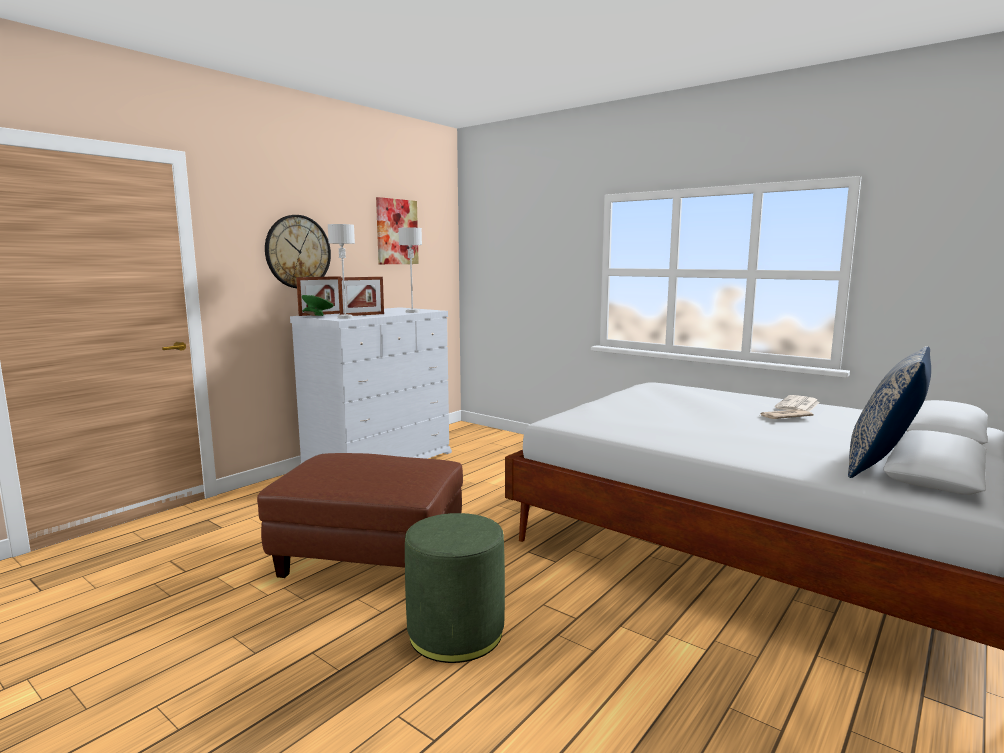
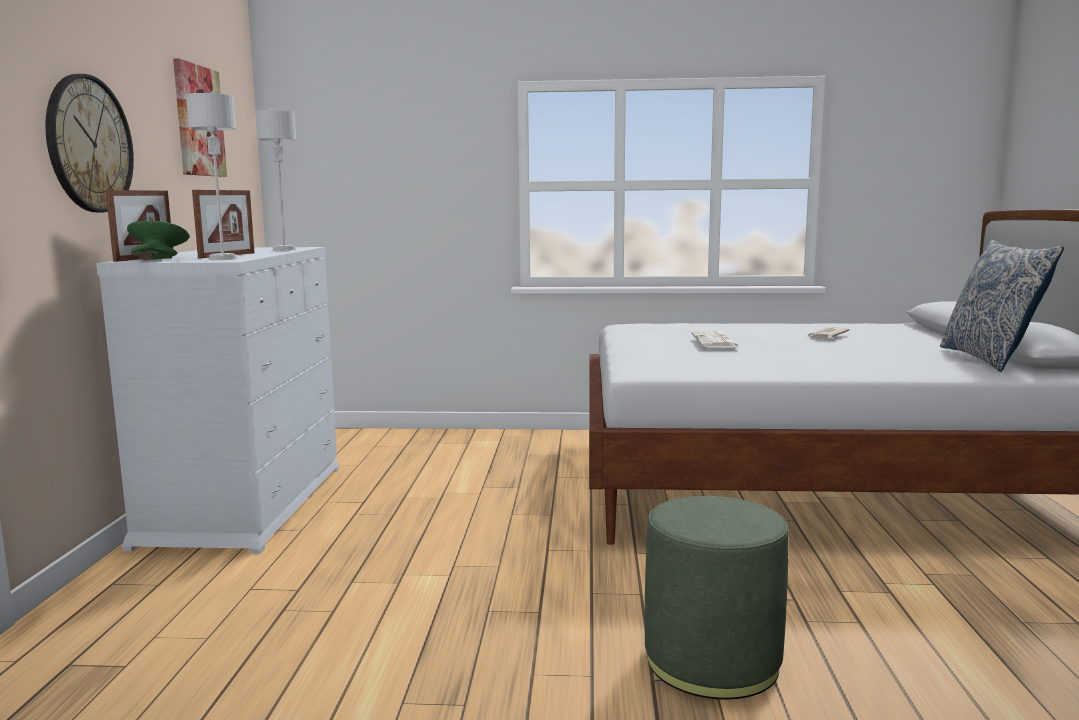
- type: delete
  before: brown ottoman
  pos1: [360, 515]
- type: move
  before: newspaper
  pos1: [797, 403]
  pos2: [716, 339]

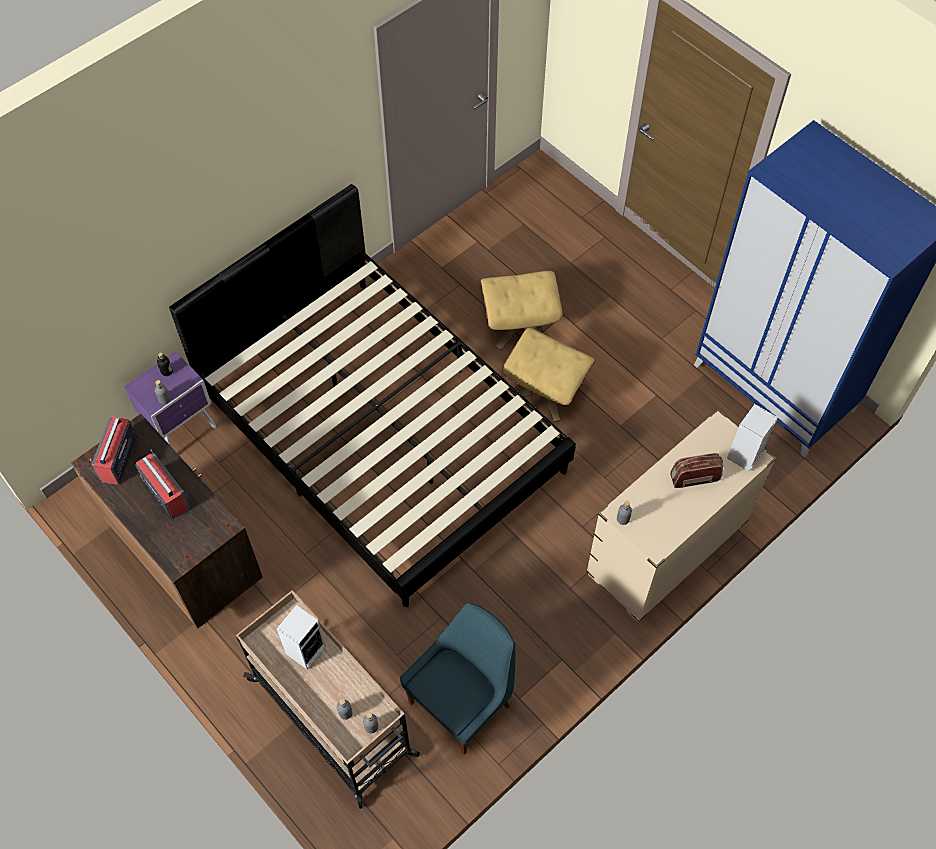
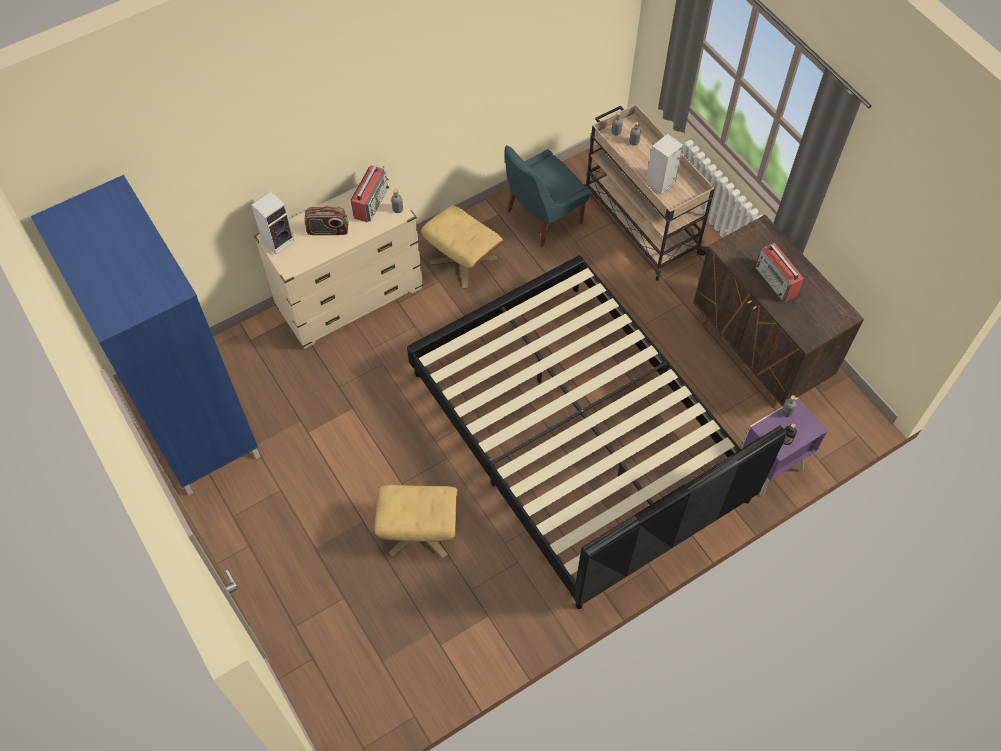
- type: move
  before: radio
  pos1: [113, 451]
  pos2: [370, 194]
- type: move
  before: beige ottoman
  pos1: [548, 375]
  pos2: [462, 247]

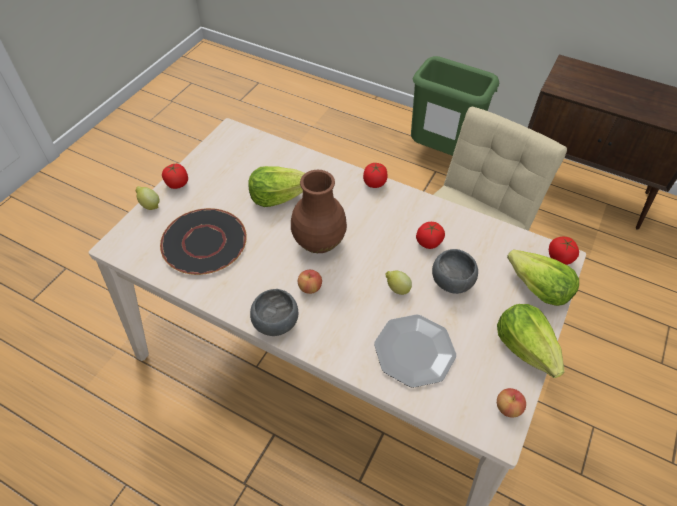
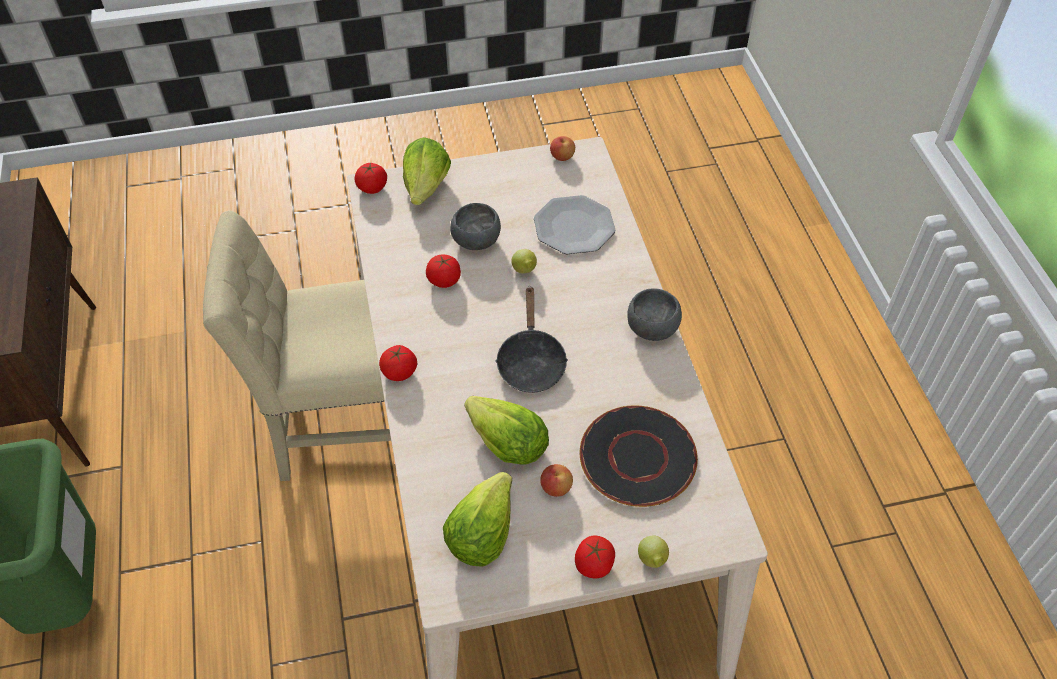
- type: replace
  before: brown vase
  after: black frying pan
  pos1: [319, 211]
  pos2: [531, 339]
- type: move
  before: apple
  pos1: [310, 282]
  pos2: [556, 480]
- type: move
  before: lettuce
  pos1: [530, 341]
  pos2: [477, 519]

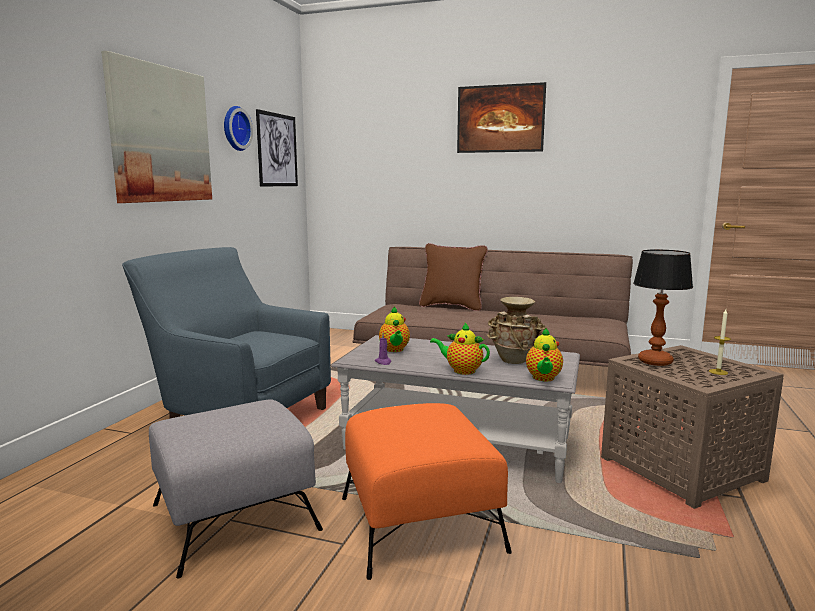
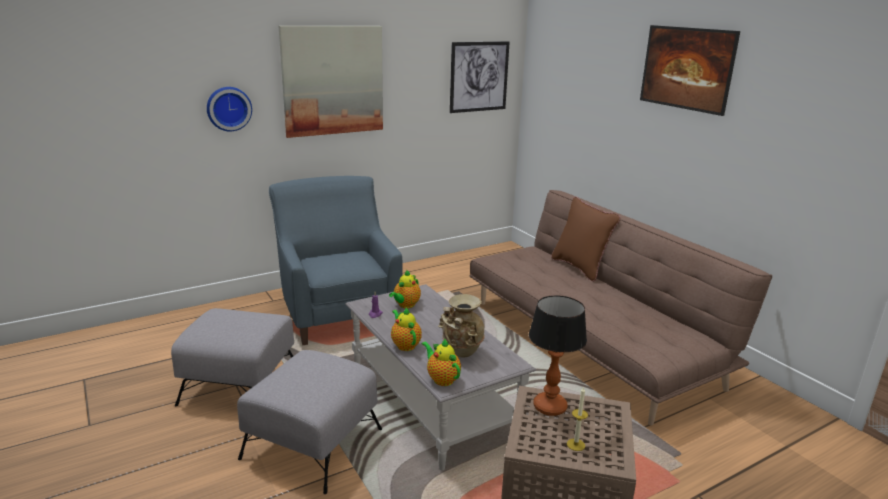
- type: move
  before: wall clock
  pos1: [238, 128]
  pos2: [229, 109]
- type: recolor
  before: orange ottoman
  after: grey ottoman
  pos1: [427, 491]
  pos2: [309, 422]
- type: rotate
  before: teapot
  pos1: [544, 354]
  pos2: [441, 362]
  turn: 90

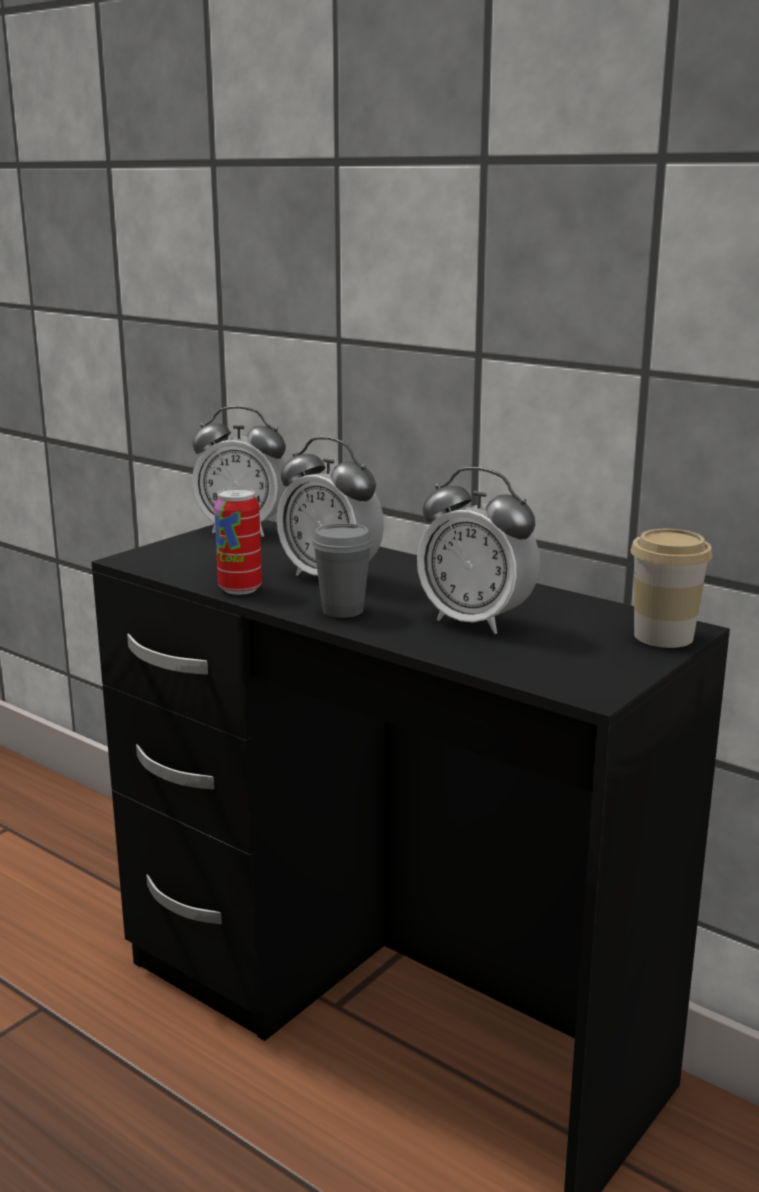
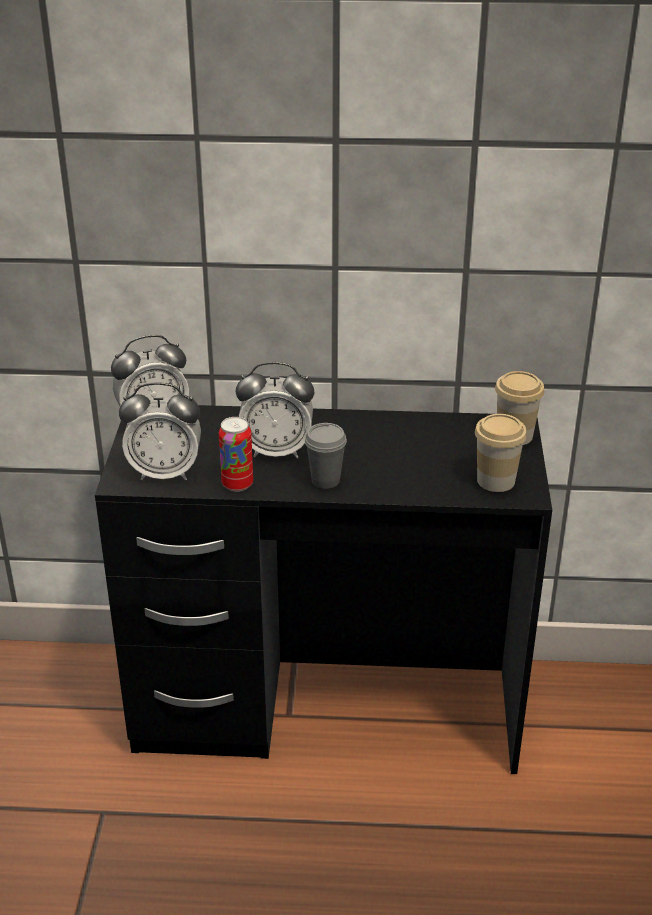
- type: move
  before: alarm clock
  pos1: [478, 550]
  pos2: [160, 431]
- type: insert
  after: cup
  pos2: [501, 453]

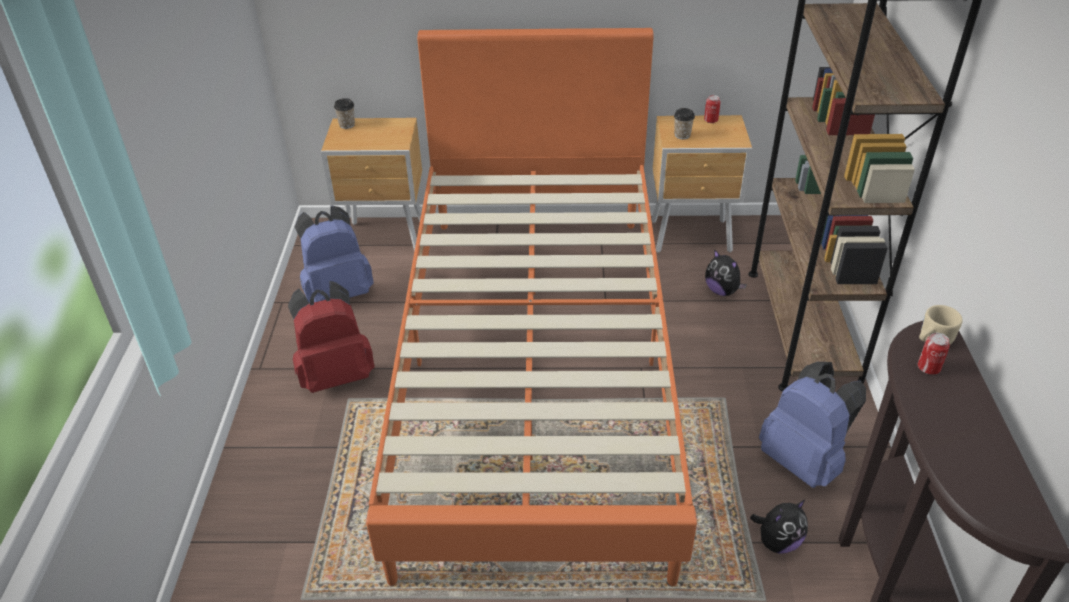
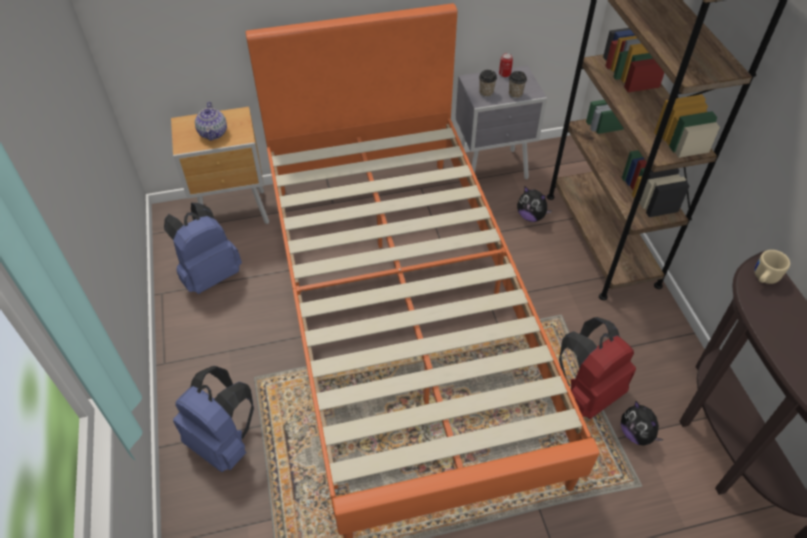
- type: move
  before: red backpack
  pos1: [331, 337]
  pos2: [597, 368]
- type: move
  before: cup
  pos1: [344, 113]
  pos2: [518, 84]
- type: recolor
  before: brown nightstand
  after: grey nightstand
  pos1: [701, 184]
  pos2: [501, 122]
- type: rotate
  before: plush toy
  pos1: [779, 527]
  pos2: [642, 423]
  turn: 105
- type: move
  before: blue backpack
  pos1: [812, 425]
  pos2: [213, 419]
- type: delete
  before: can
  pos1: [934, 354]
- type: insert
  after: teapot
  pos2: [211, 121]

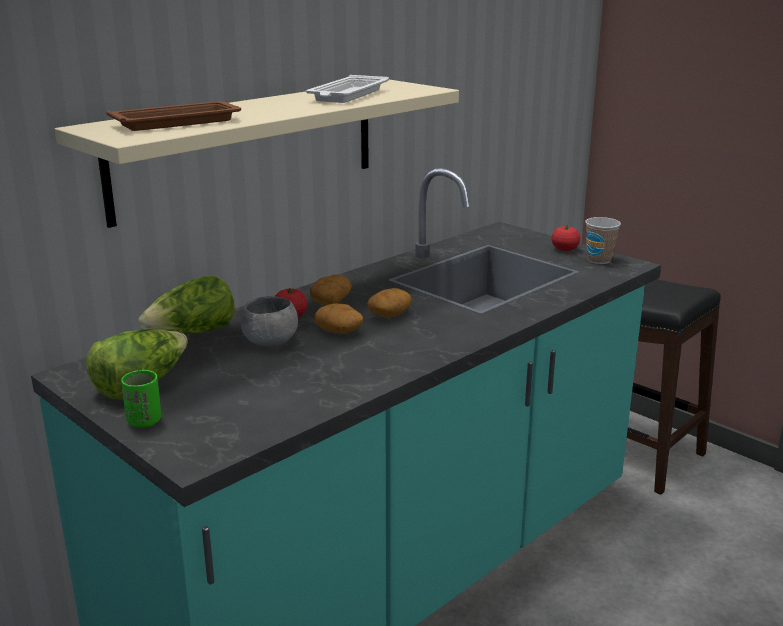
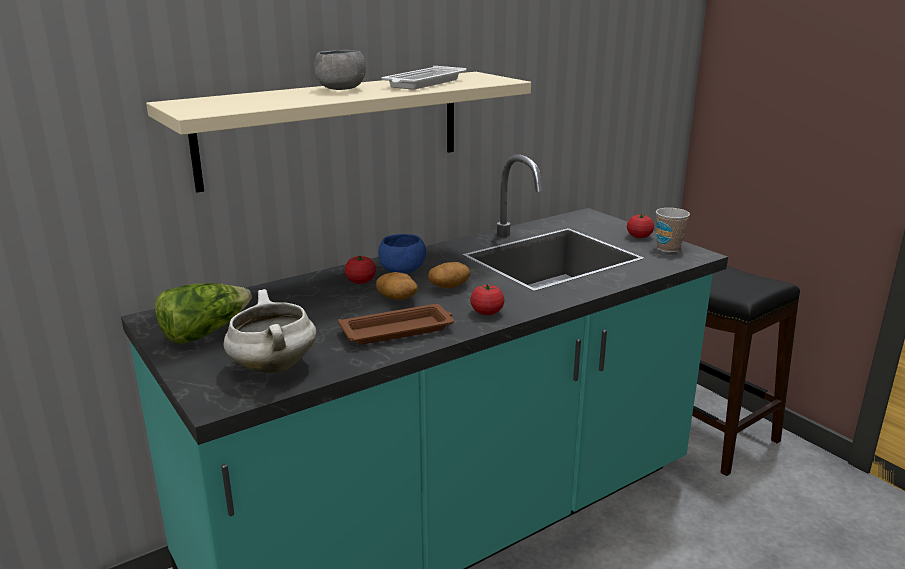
- type: move
  before: brown tray
  pos1: [173, 116]
  pos2: [396, 324]
- type: delete
  before: green cup
  pos1: [141, 399]
- type: delete
  before: lettuce
  pos1: [187, 304]
- type: move
  before: grey bowl
  pos1: [269, 321]
  pos2: [340, 70]
- type: replace
  before: potato
  after: blue bowl
  pos1: [331, 290]
  pos2: [402, 254]
- type: insert
  after: white cooking pot
  pos2: [270, 331]
- type: insert
  after: tomato
  pos2: [487, 299]

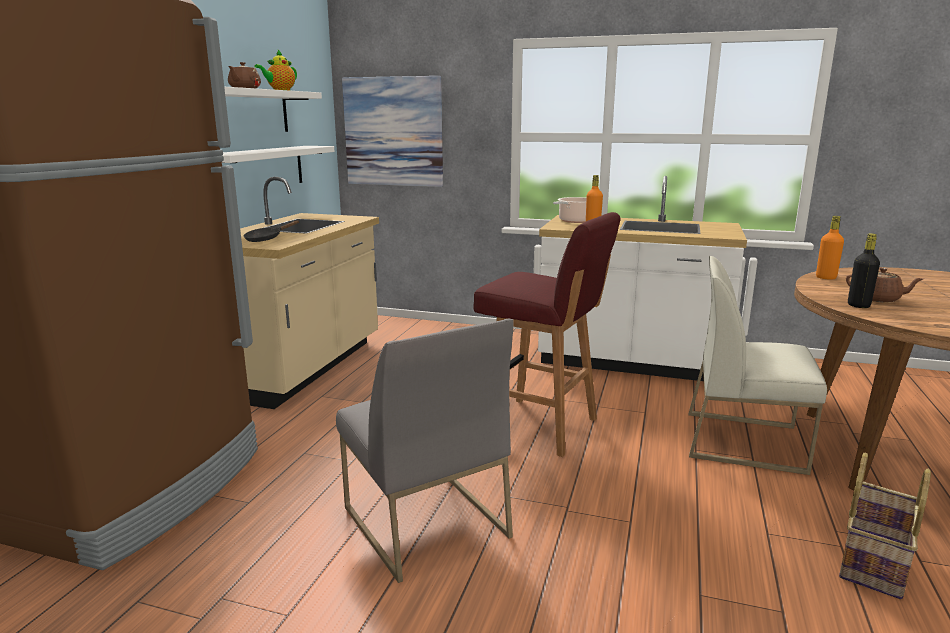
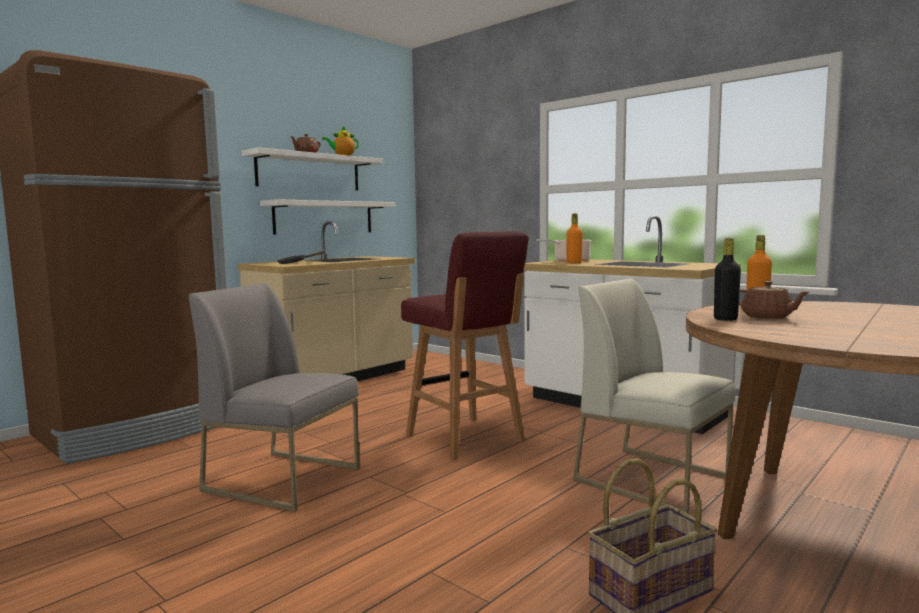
- type: rotate
  before: grey chair
  pos1: [425, 451]
  pos2: [274, 397]
  turn: 120
- type: delete
  before: picture
  pos1: [392, 131]

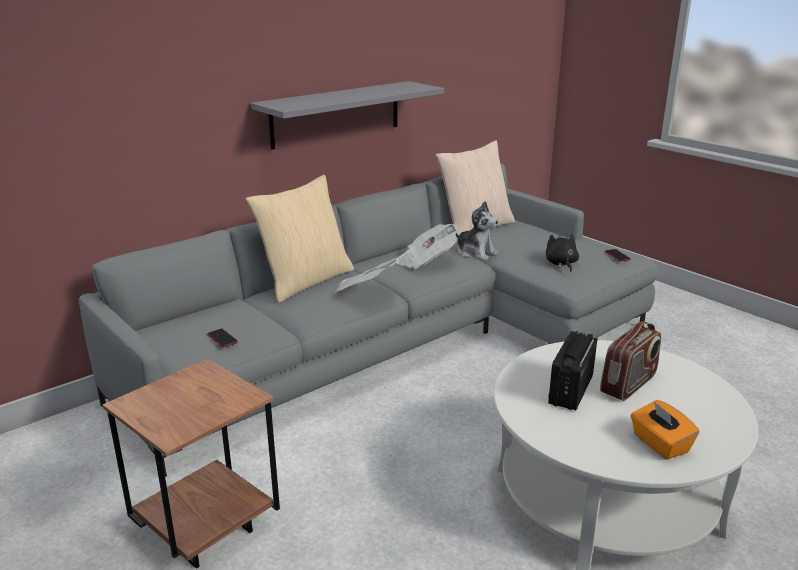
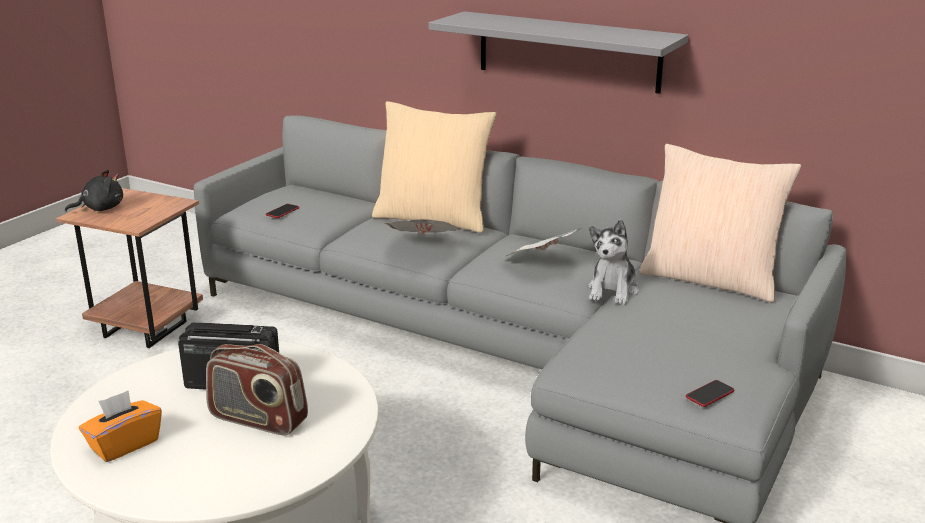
- type: move
  before: black plush toy
  pos1: [562, 252]
  pos2: [94, 191]

